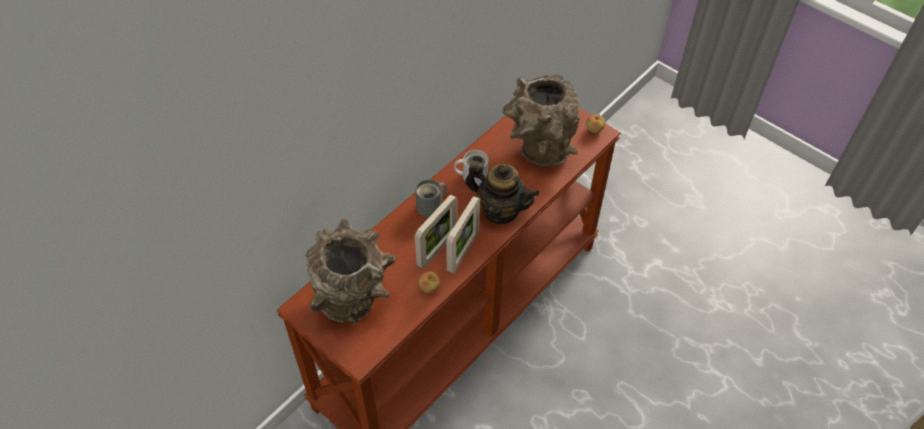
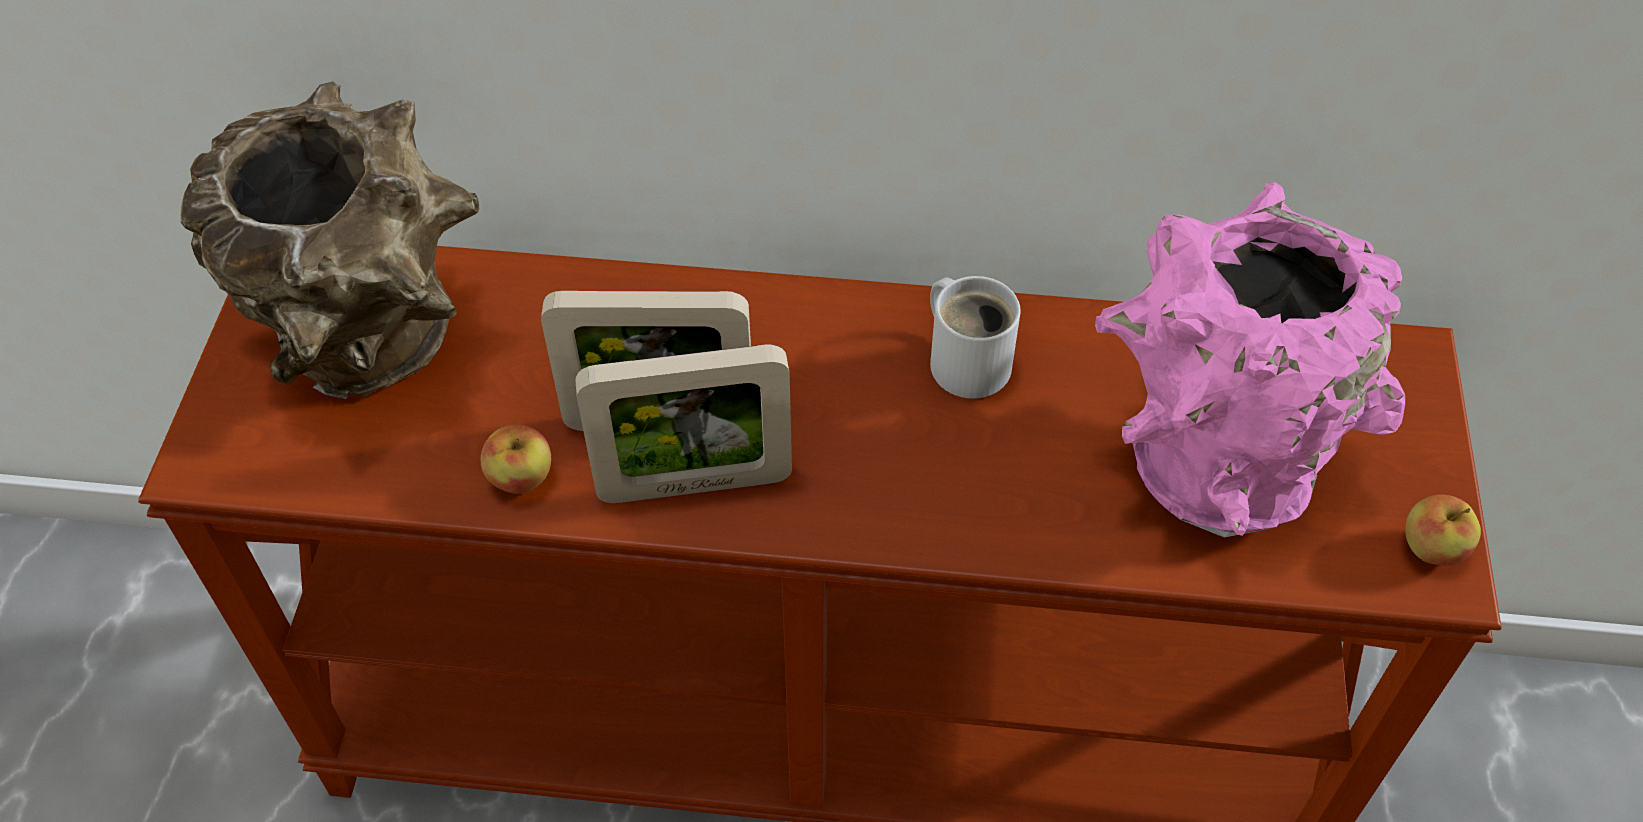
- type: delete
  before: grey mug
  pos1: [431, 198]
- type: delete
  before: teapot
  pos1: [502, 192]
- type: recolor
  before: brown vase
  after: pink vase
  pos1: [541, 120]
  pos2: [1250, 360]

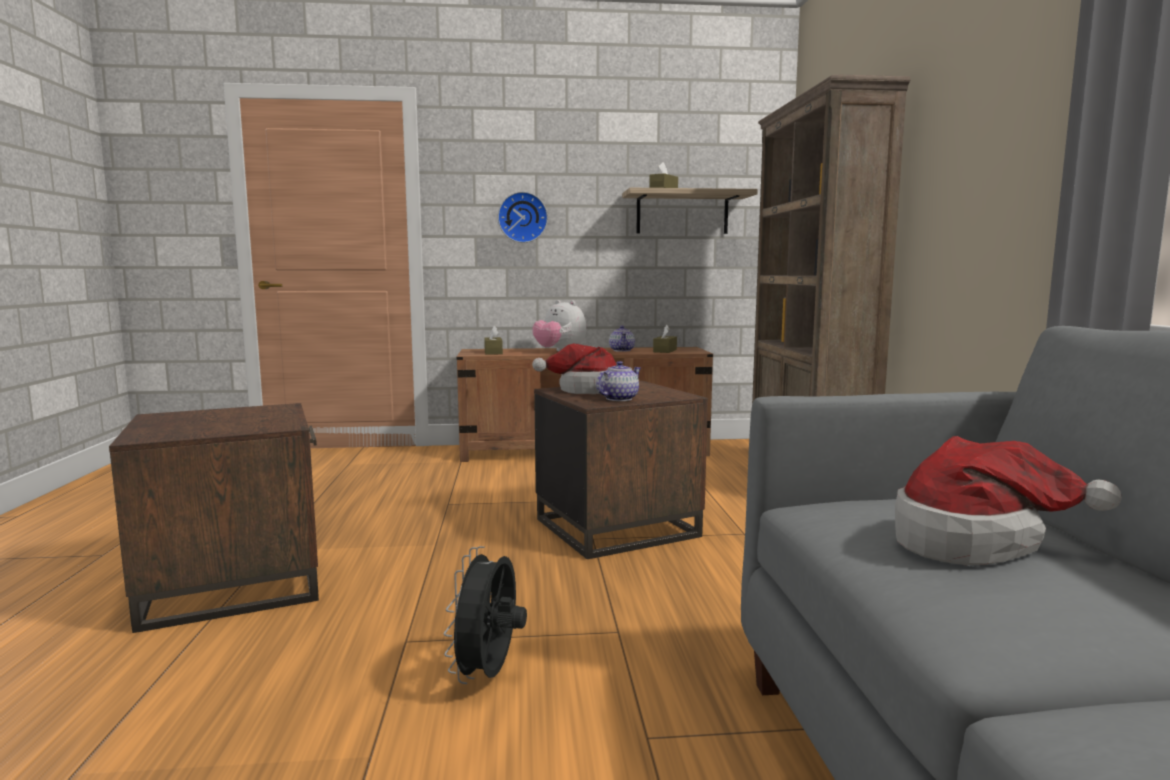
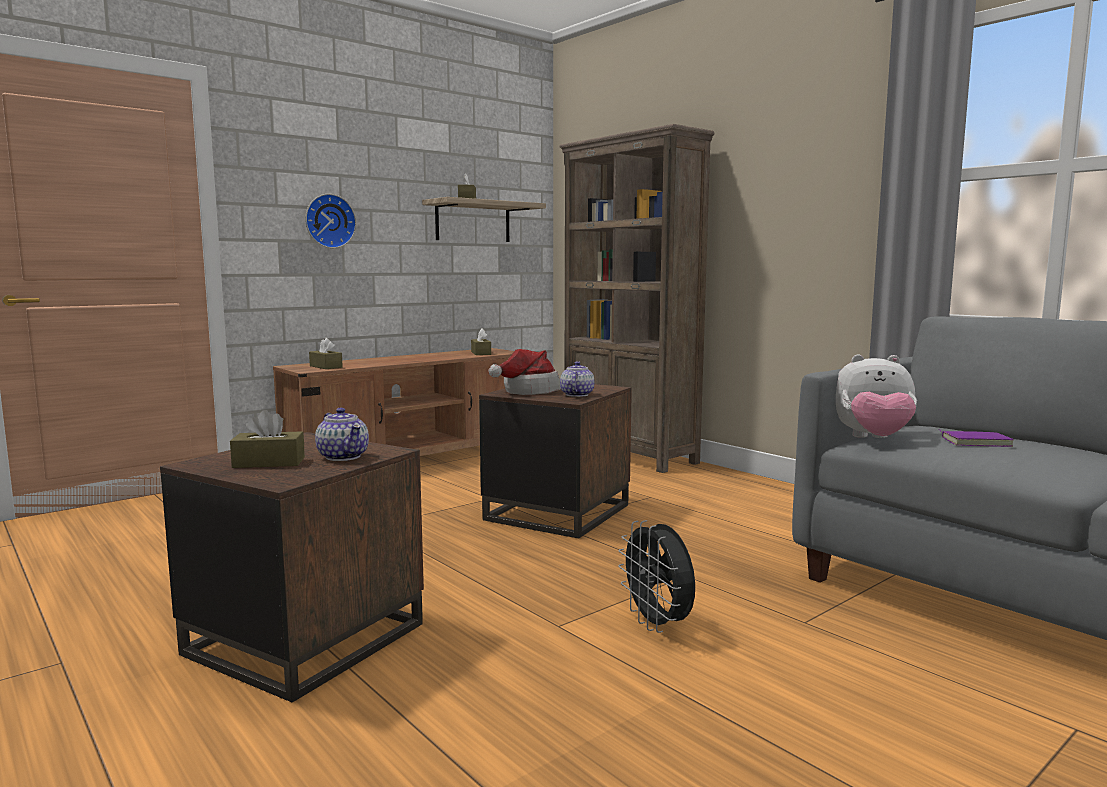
- type: move
  before: plush toy
  pos1: [559, 325]
  pos2: [876, 396]
- type: move
  before: teapot
  pos1: [622, 338]
  pos2: [342, 434]
- type: replace
  before: hat
  after: purple book
  pos1: [1008, 500]
  pos2: [976, 438]
- type: insert
  after: brown tissue box
  pos2: [267, 439]

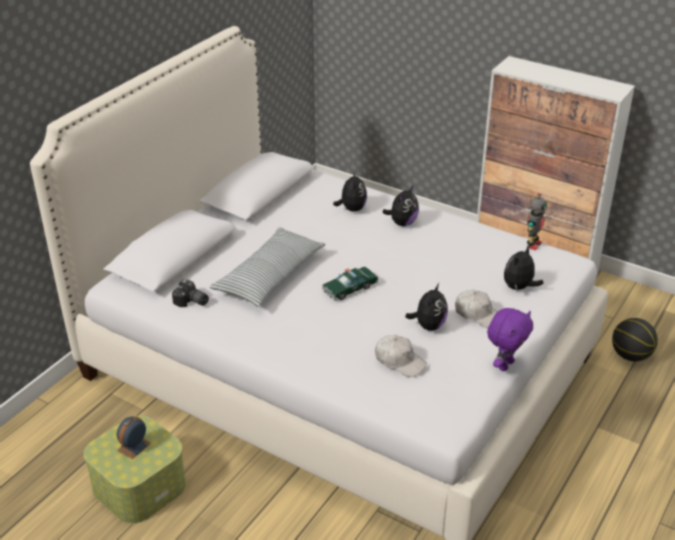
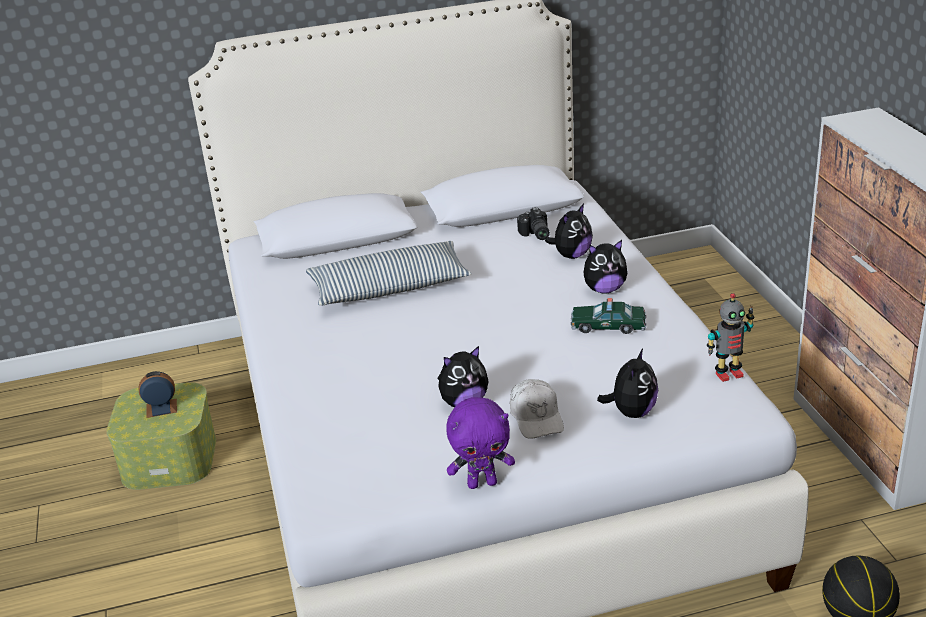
- type: move
  before: photo camera
  pos1: [190, 293]
  pos2: [533, 223]
- type: move
  before: toy car
  pos1: [350, 284]
  pos2: [608, 316]
- type: delete
  before: white cap
  pos1: [401, 356]
- type: rotate
  before: plush toy
  pos1: [524, 268]
  pos2: [627, 383]
  turn: 120

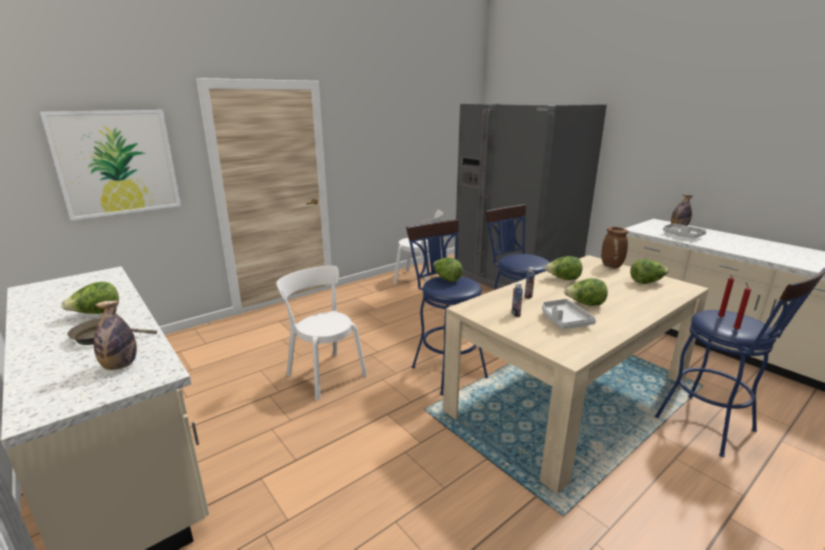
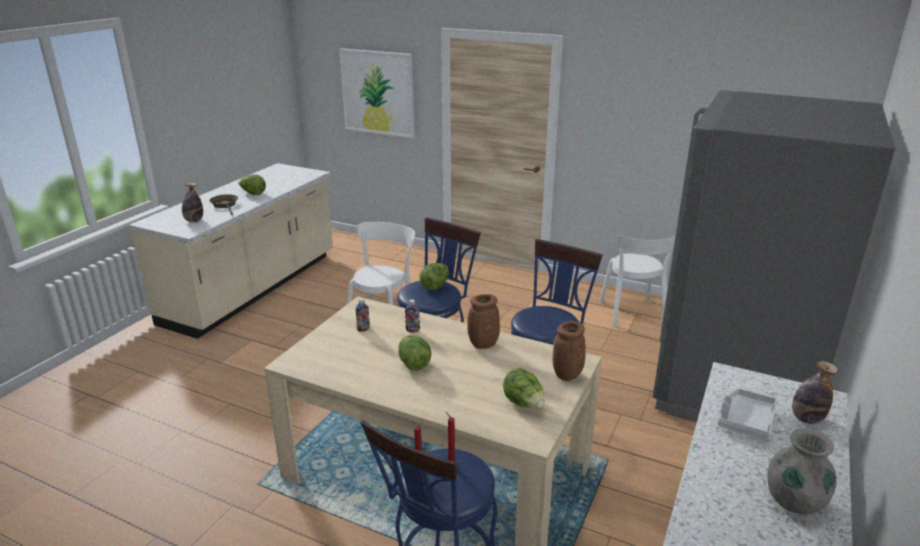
- type: delete
  before: grey tray
  pos1: [569, 314]
- type: replace
  before: lettuce
  after: brown vase
  pos1: [563, 268]
  pos2: [483, 321]
- type: insert
  after: grey vase
  pos2: [802, 471]

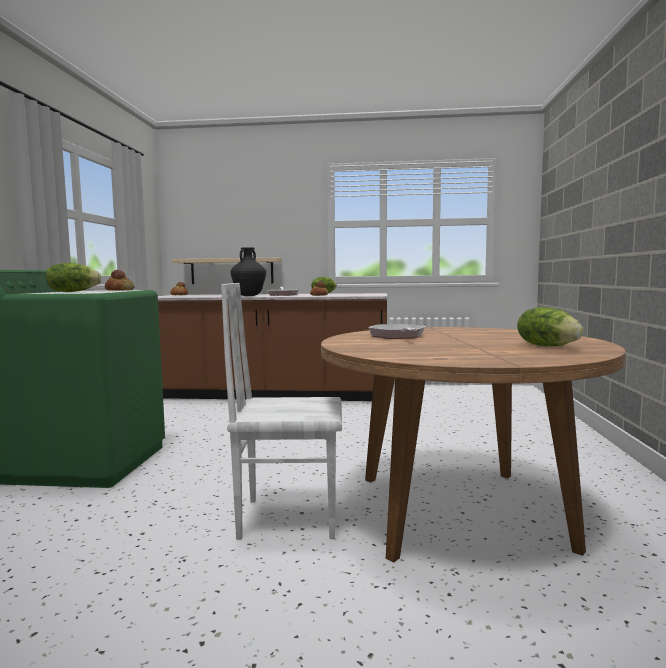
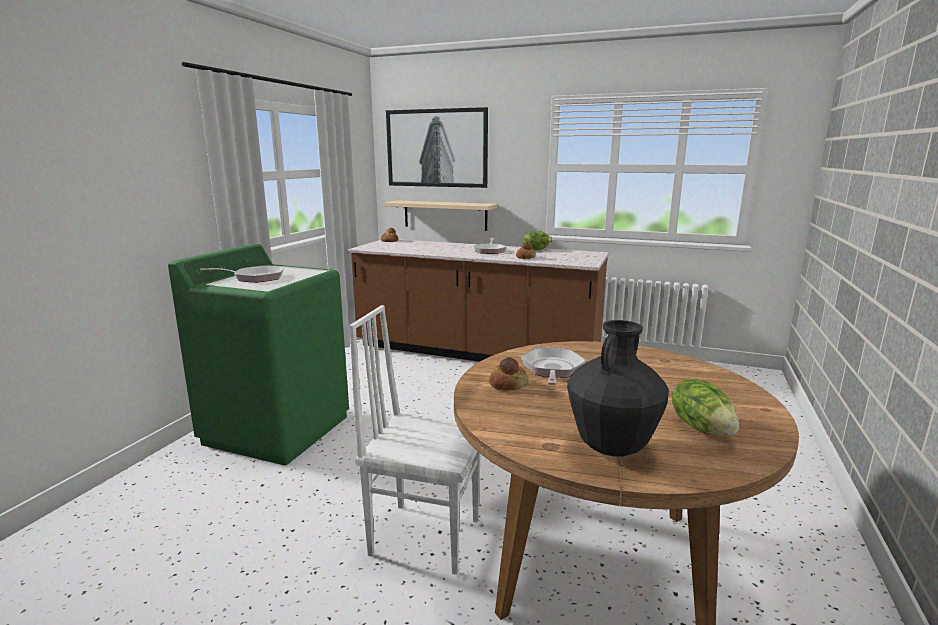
- type: replace
  before: lettuce
  after: frying pan
  pos1: [74, 277]
  pos2: [242, 274]
- type: move
  before: bread
  pos1: [119, 280]
  pos2: [509, 374]
- type: move
  before: black vase
  pos1: [248, 271]
  pos2: [618, 388]
- type: insert
  after: picture
  pos2: [437, 147]

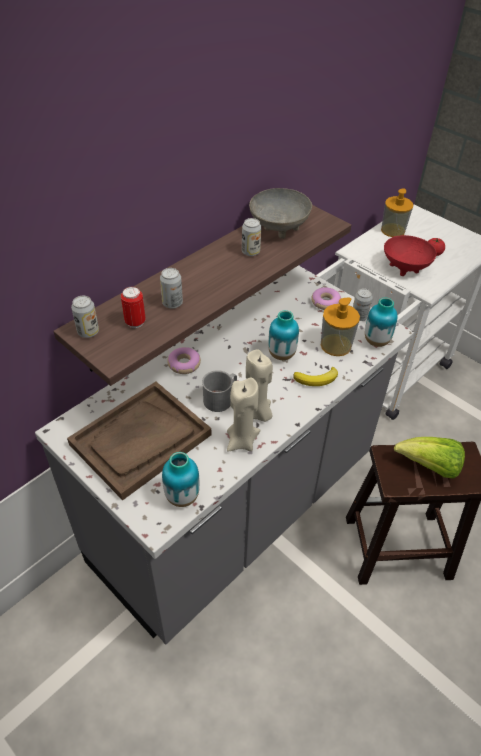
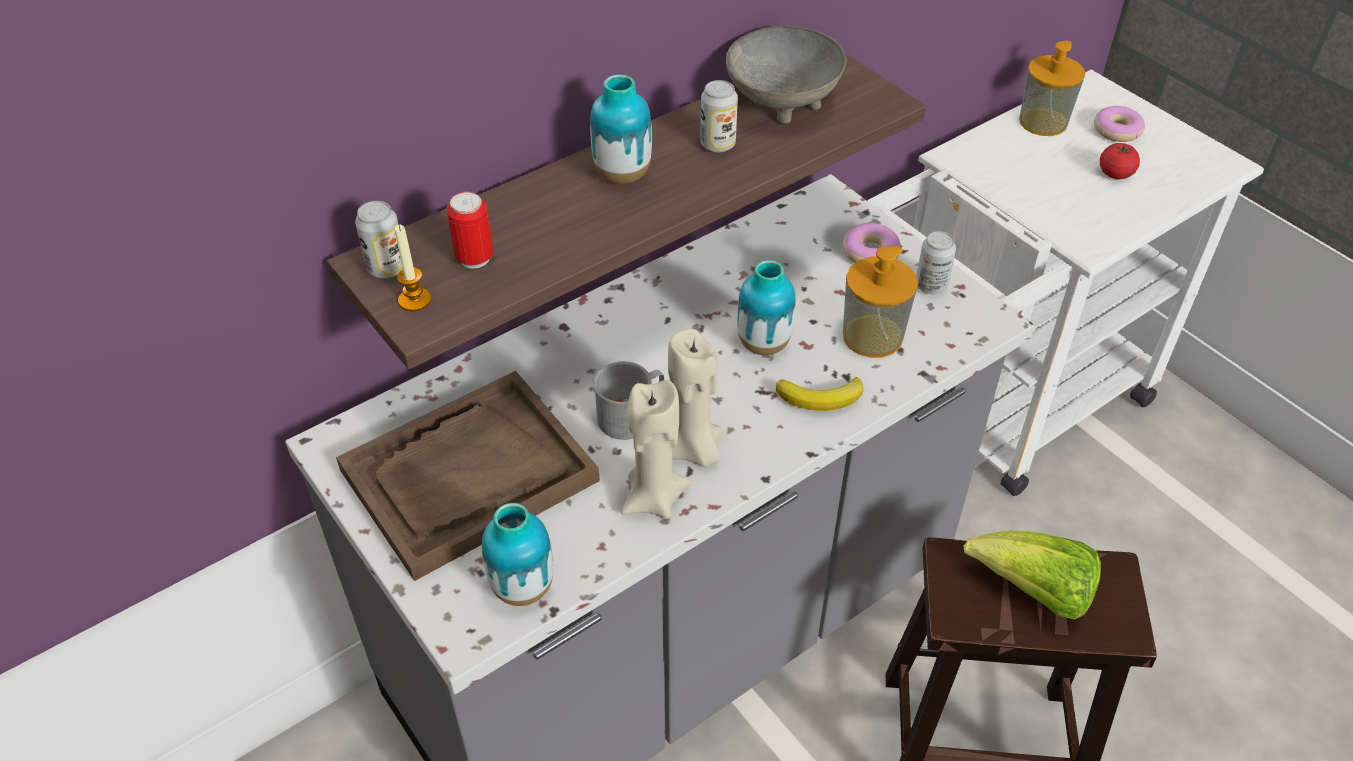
- type: delete
  before: can
  pos1: [171, 288]
- type: move
  before: donut
  pos1: [184, 360]
  pos2: [1119, 124]
- type: move
  before: vase
  pos1: [381, 322]
  pos2: [621, 129]
- type: delete
  before: red bowl
  pos1: [410, 255]
- type: insert
  after: candle
  pos2: [413, 268]

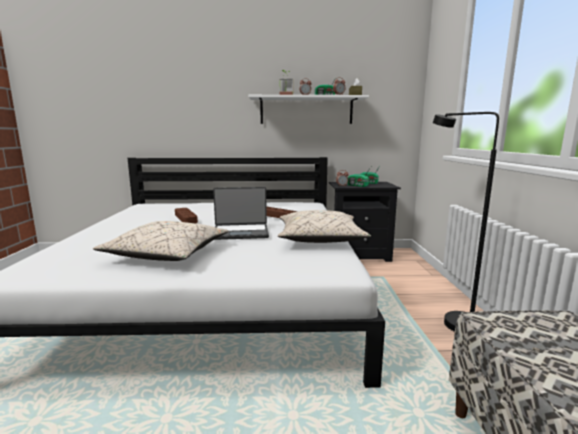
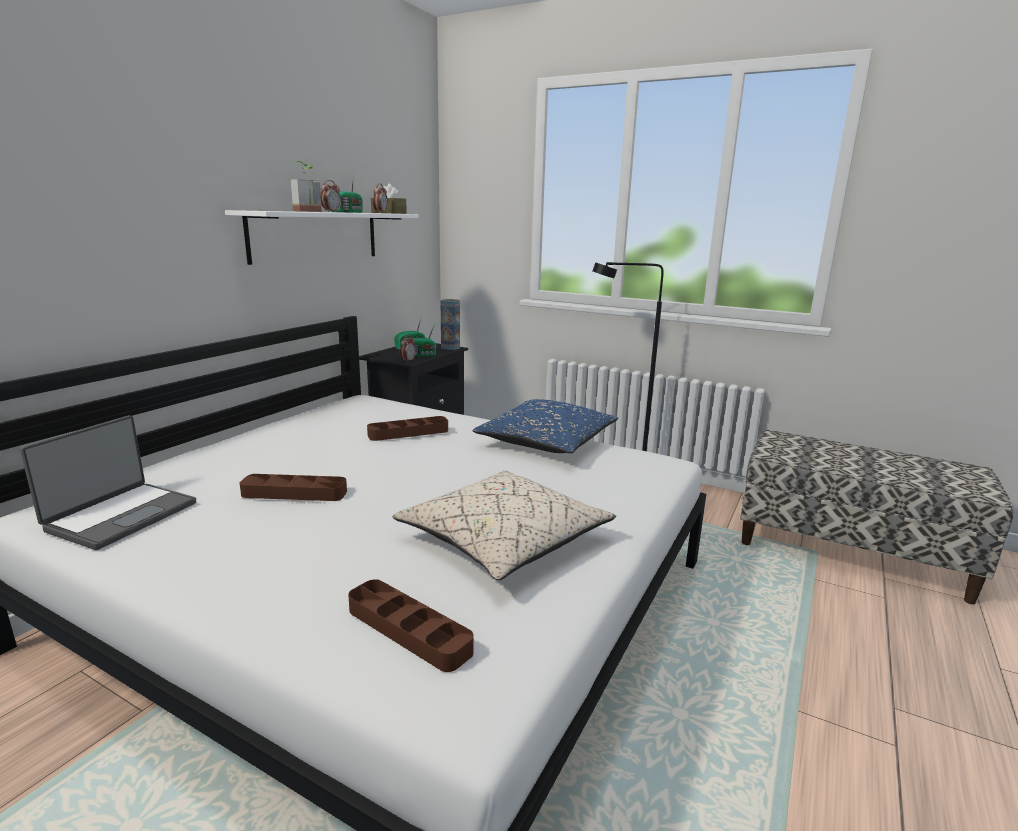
- type: move
  before: laptop
  pos1: [241, 213]
  pos2: [108, 482]
- type: recolor
  before: beige pillow
  after: blue pillow
  pos1: [324, 226]
  pos2: [545, 426]
- type: insert
  after: brown tray
  pos2: [411, 625]
- type: insert
  after: vase
  pos2: [450, 324]

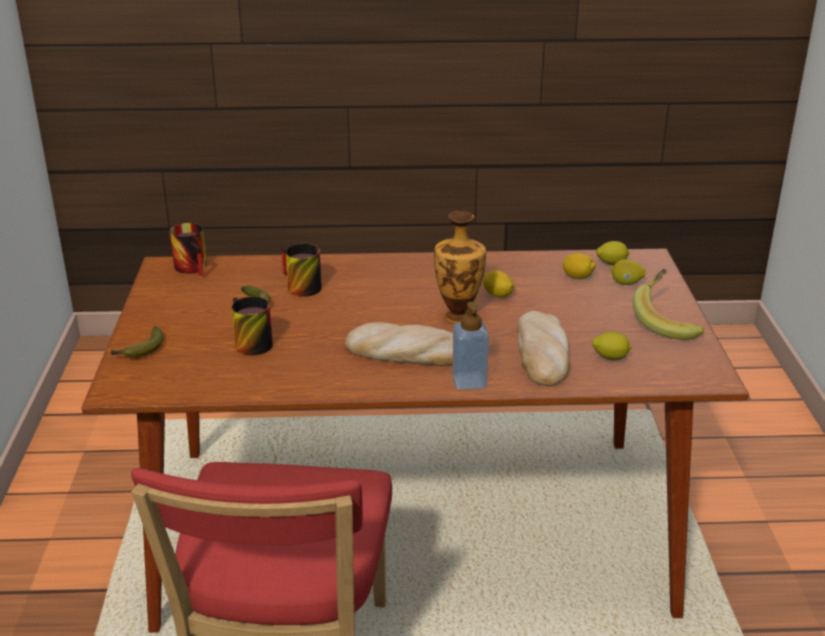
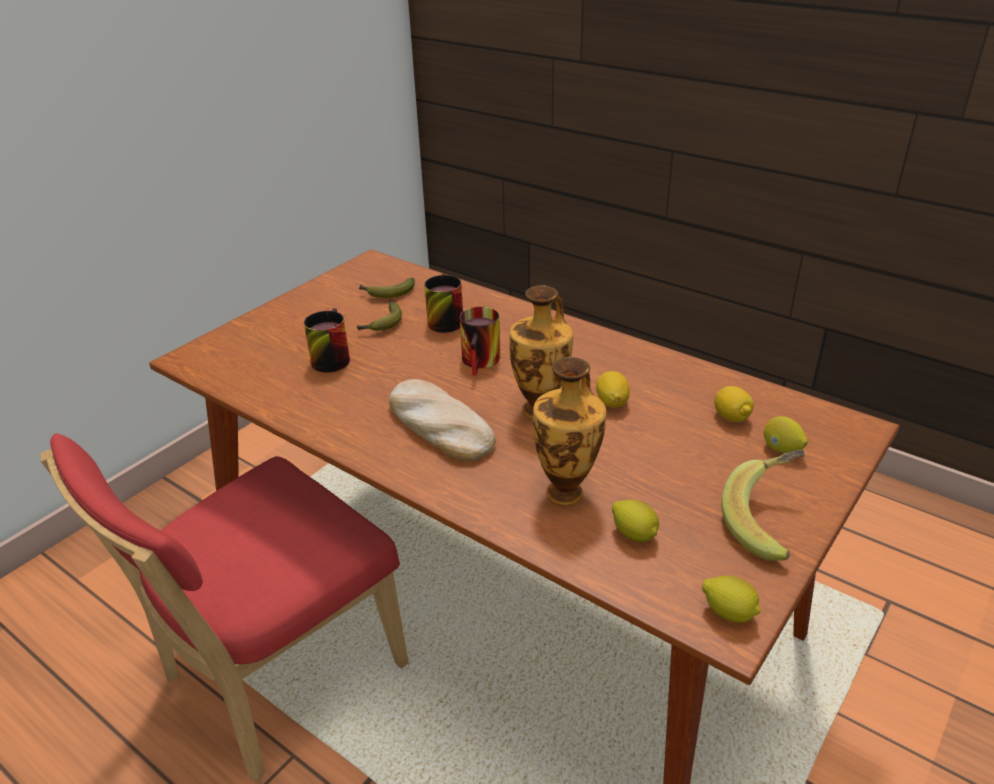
- type: move
  before: banana
  pos1: [137, 342]
  pos2: [387, 288]
- type: move
  before: mug
  pos1: [188, 249]
  pos2: [480, 341]
- type: delete
  before: soap dispenser
  pos1: [470, 346]
- type: replace
  before: bread
  after: vase
  pos1: [543, 348]
  pos2: [569, 431]
- type: move
  before: lemon
  pos1: [613, 253]
  pos2: [731, 599]

